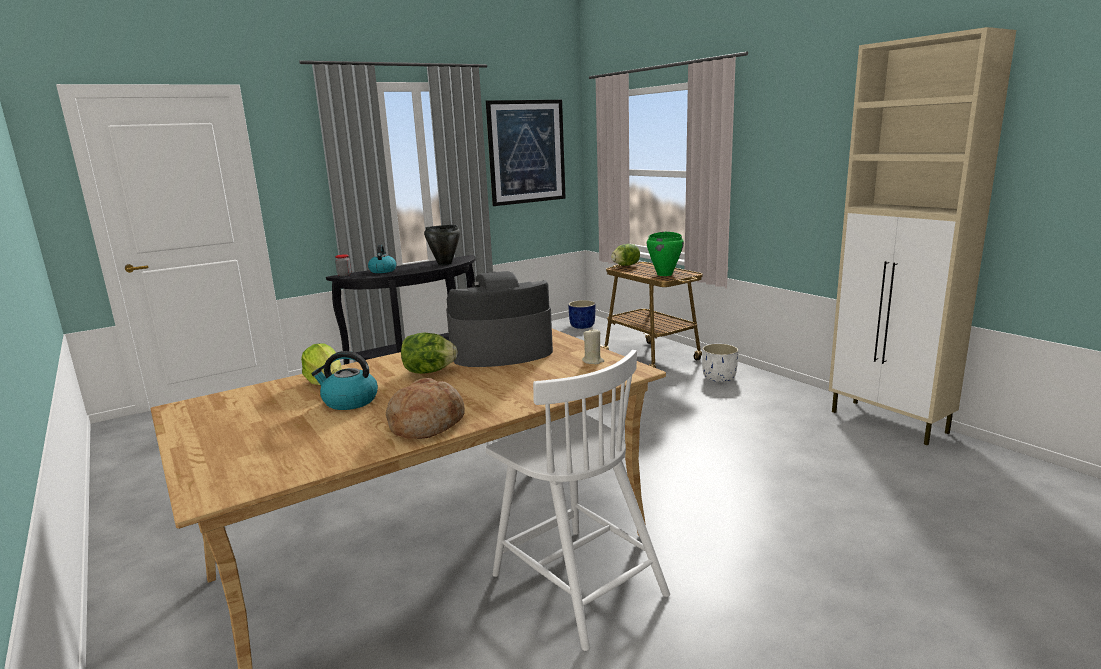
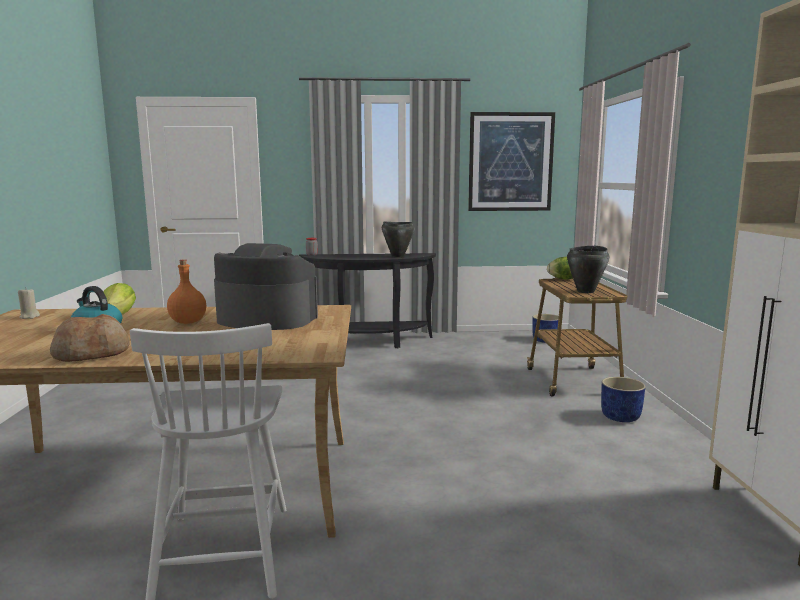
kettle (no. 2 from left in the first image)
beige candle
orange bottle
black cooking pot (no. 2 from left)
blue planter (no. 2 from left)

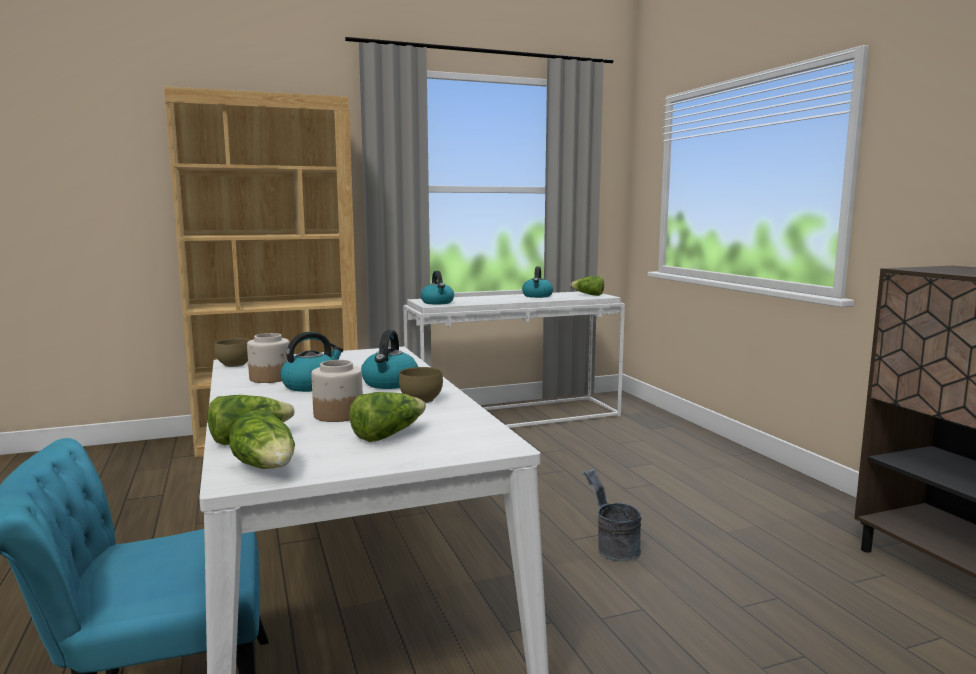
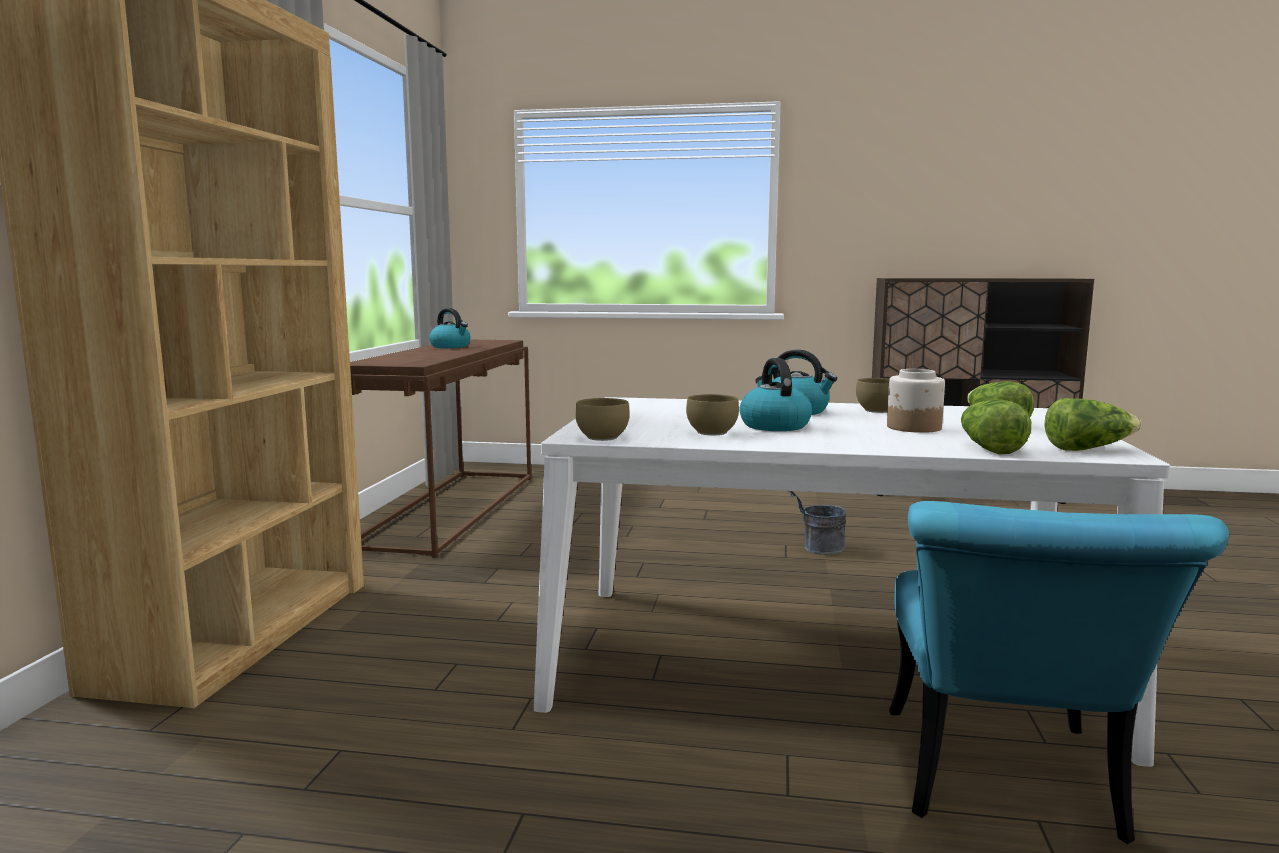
kettle (no. 3 from left in the first image)
lettuce (no. 4 from left in the first image)
brown bowl (no. 2 from left)
brown console table

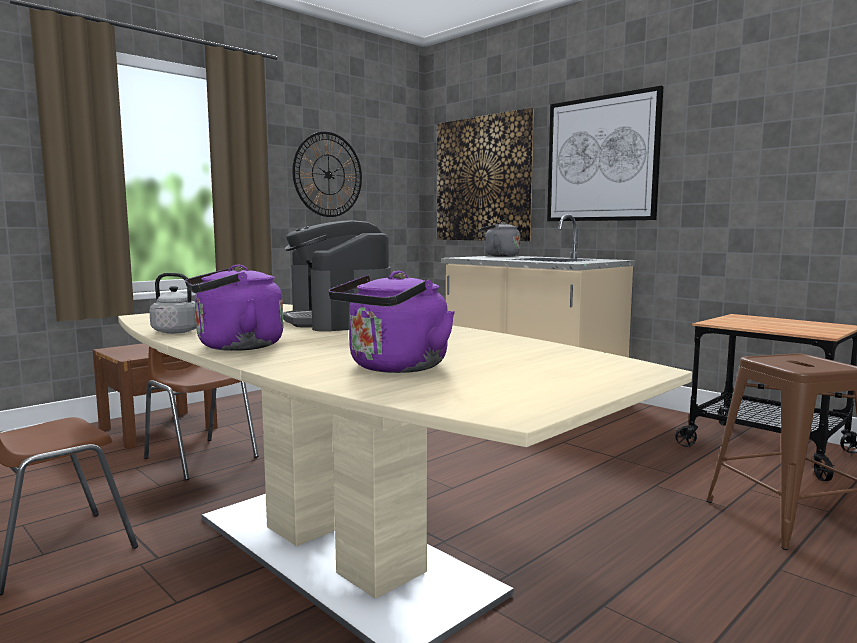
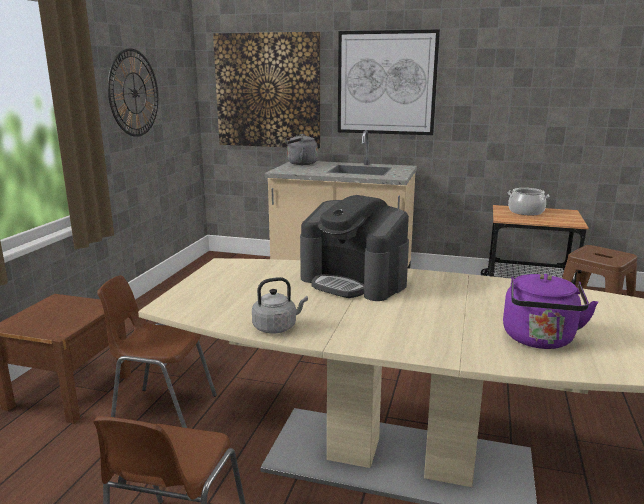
purple kettle (no. 1 from left in the first image)
cooking pot

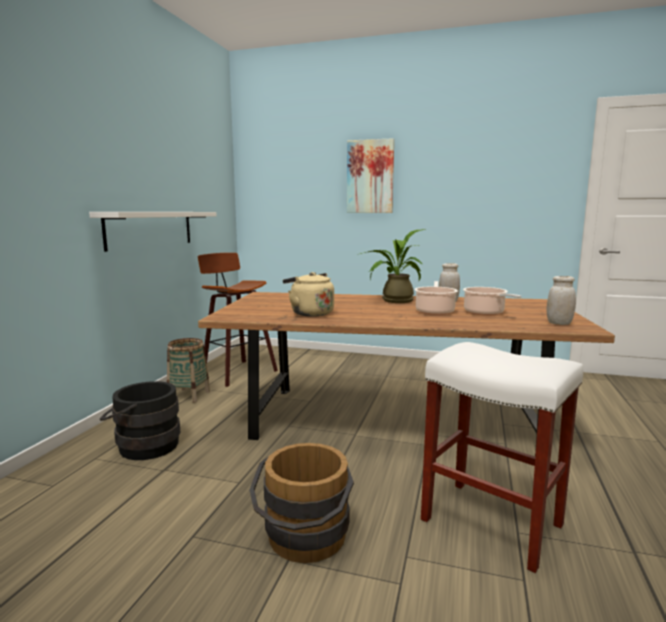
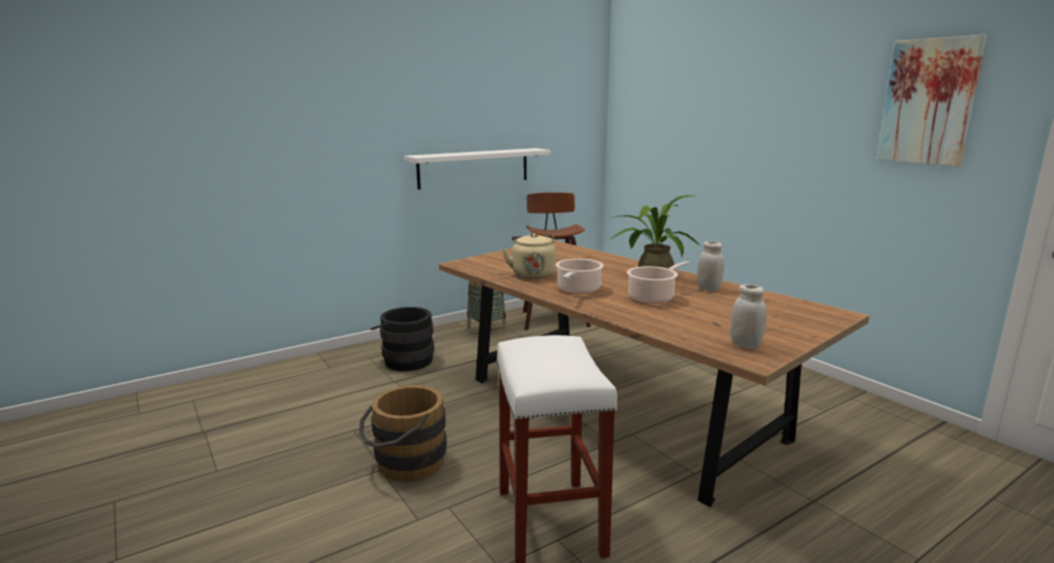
picture
cooking pot (no. 1 from left)

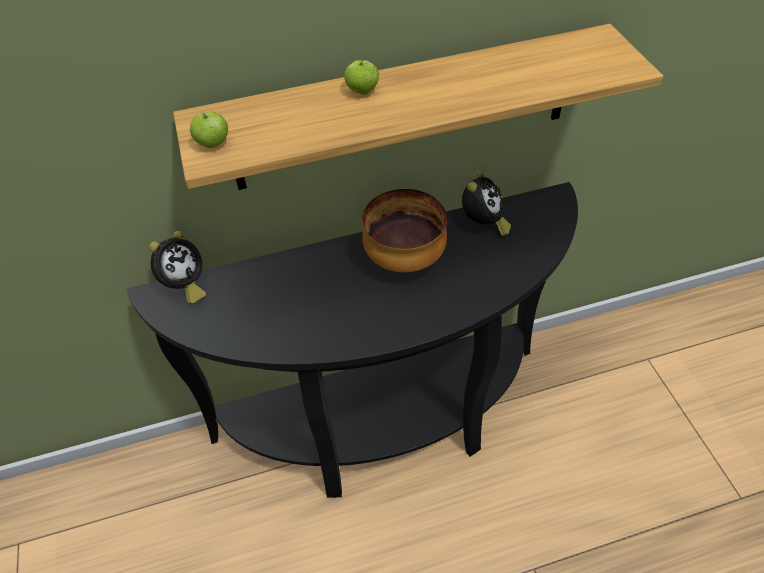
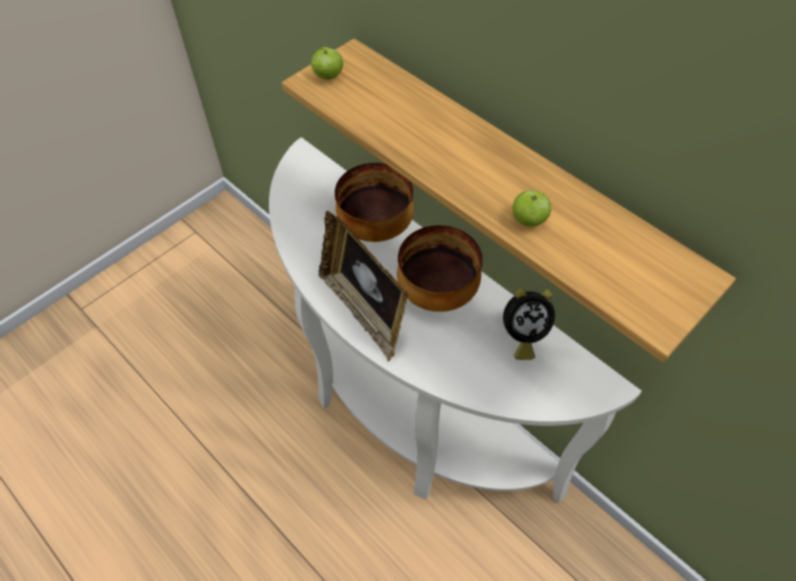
alarm clock (no. 1 from left in the first image)
picture frame
bowl (no. 1 from left)
apple (no. 2 from left)
white console table

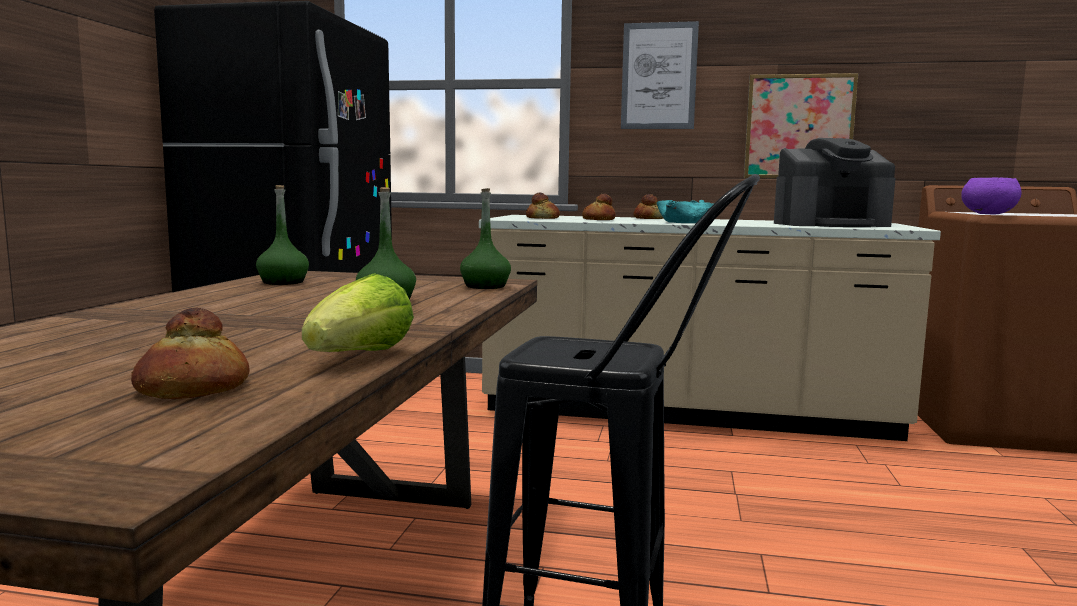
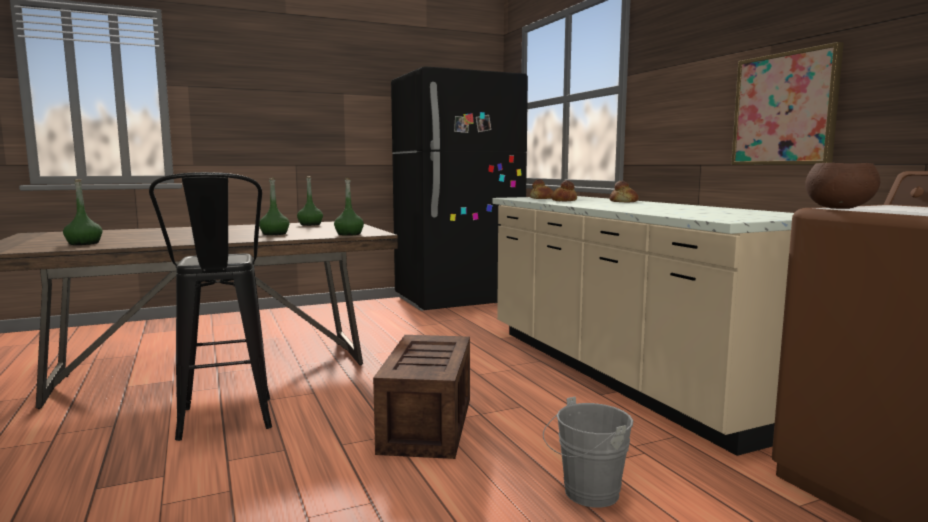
lettuce
picture (no. 1 from left in the first image)
turquoise bowl
coffee machine
crate
grey bucket
green bottle (no. 1 from left)
brown bowl

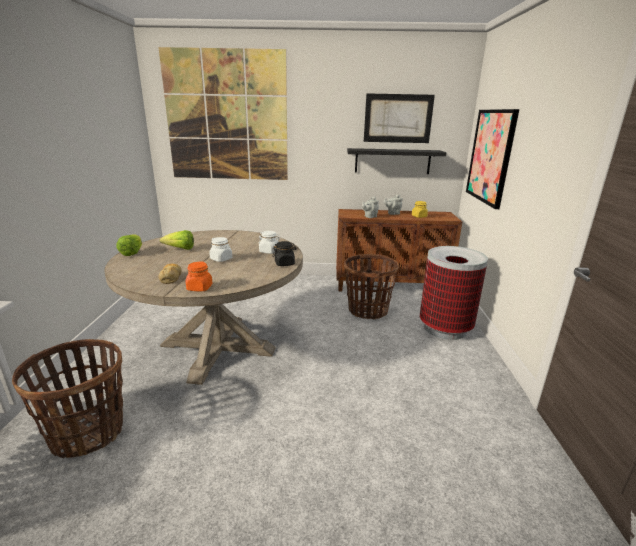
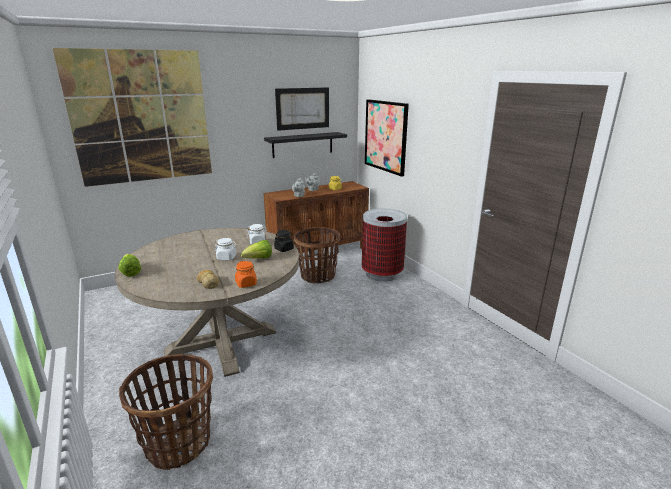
lettuce (no. 2 from left)

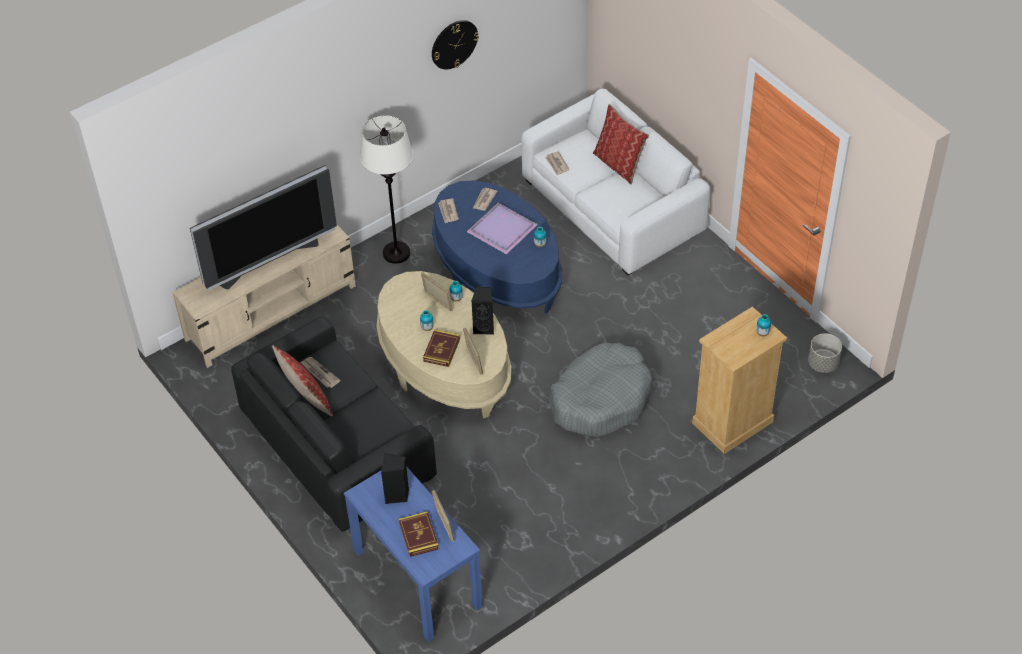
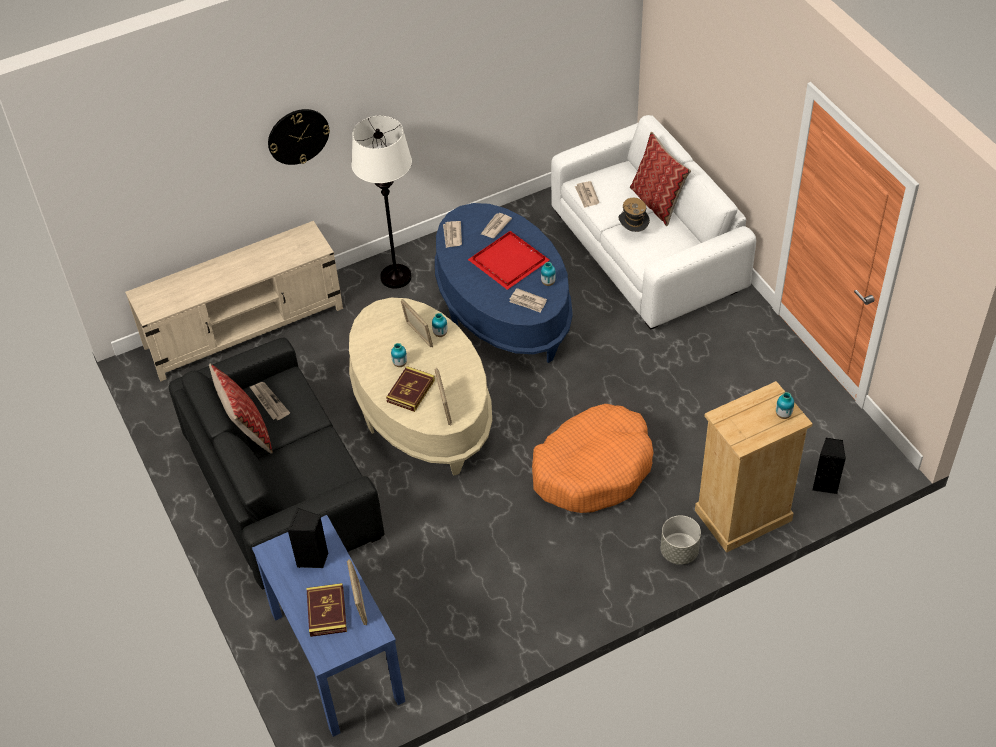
television
newspaper (no. 4 from left)
hat
wall clock
black speaker (no. 2 from left)
grey planter
red tray
orange dog bed

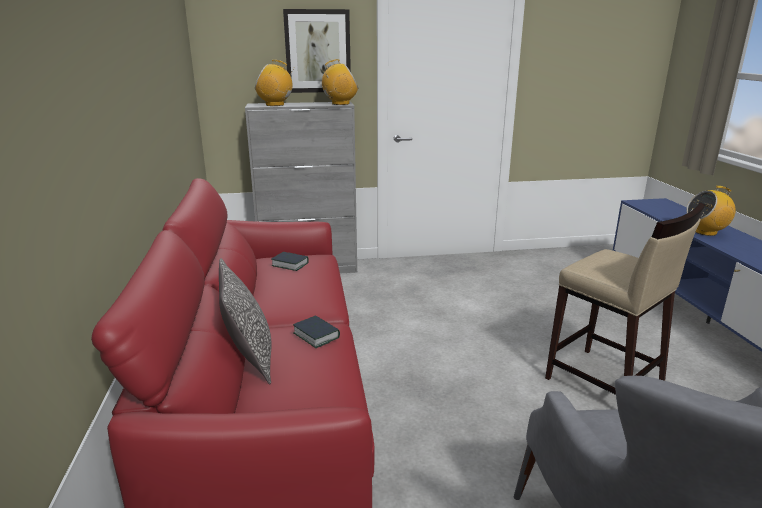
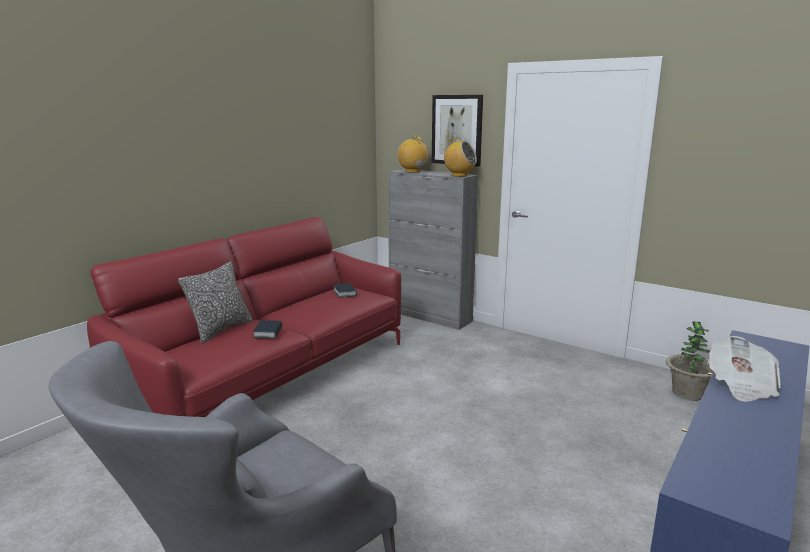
beige stool
potted plant
newspaper

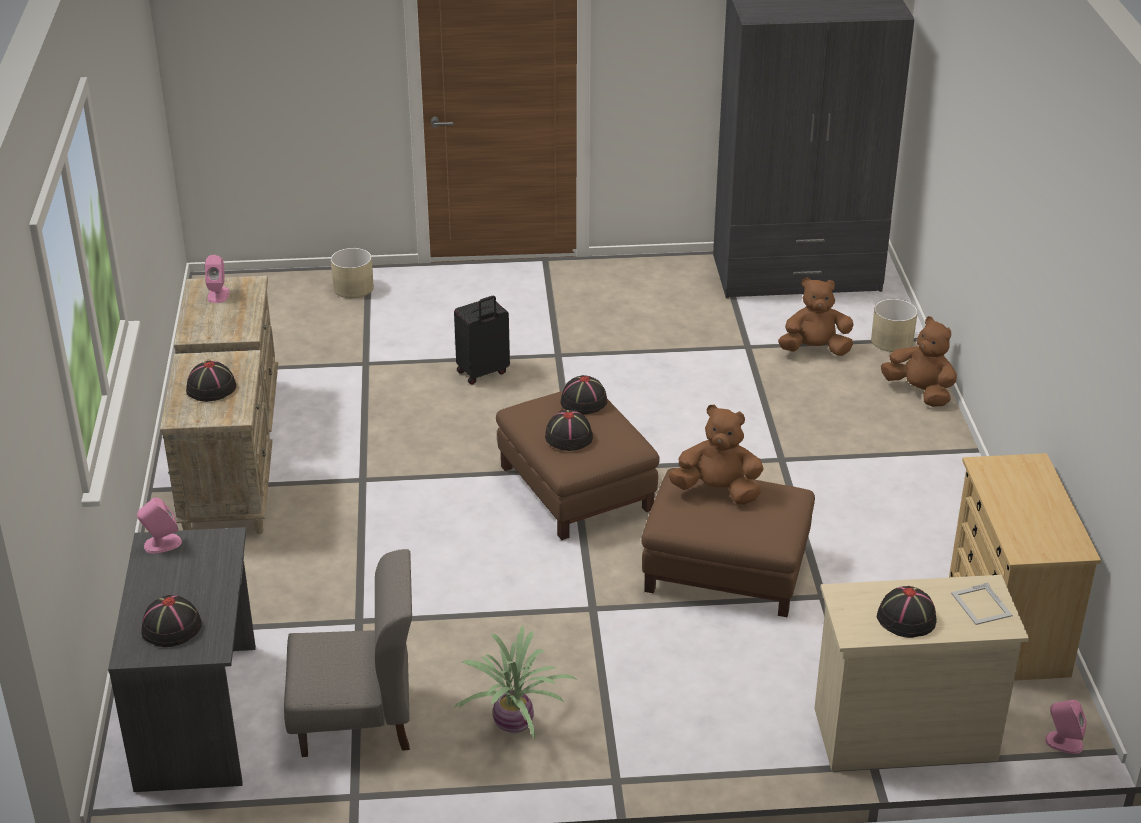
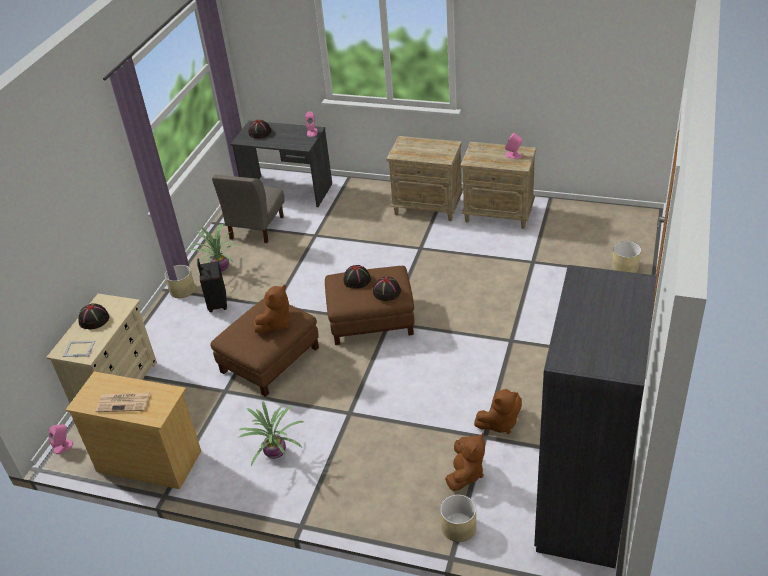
black hat (no. 2 from left in the first image)
newspaper
beige planter (no. 1 from left)
potted plant (no. 2 from left)
black suitcase
brown plush toy (no. 3 from left)

